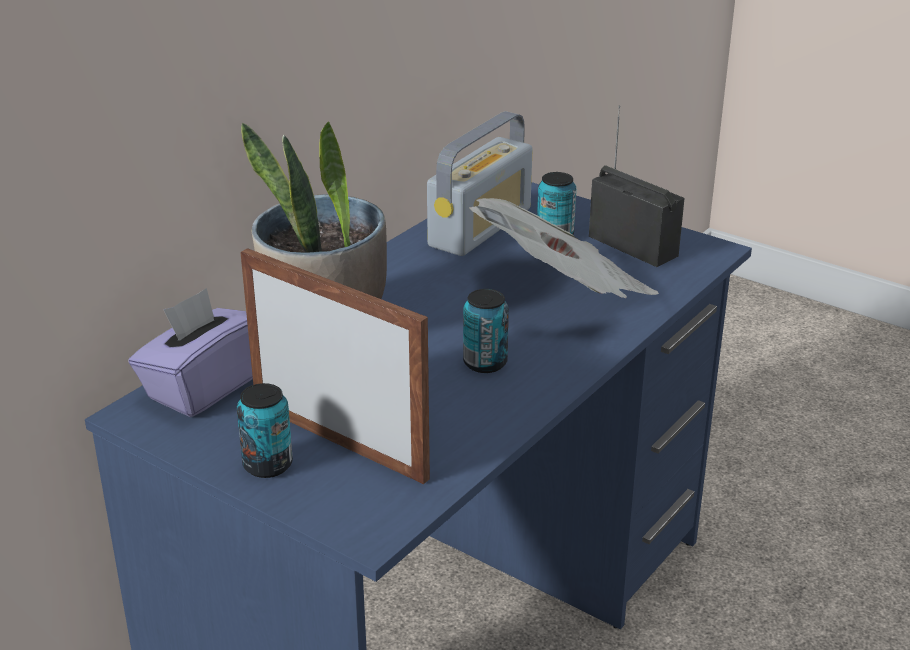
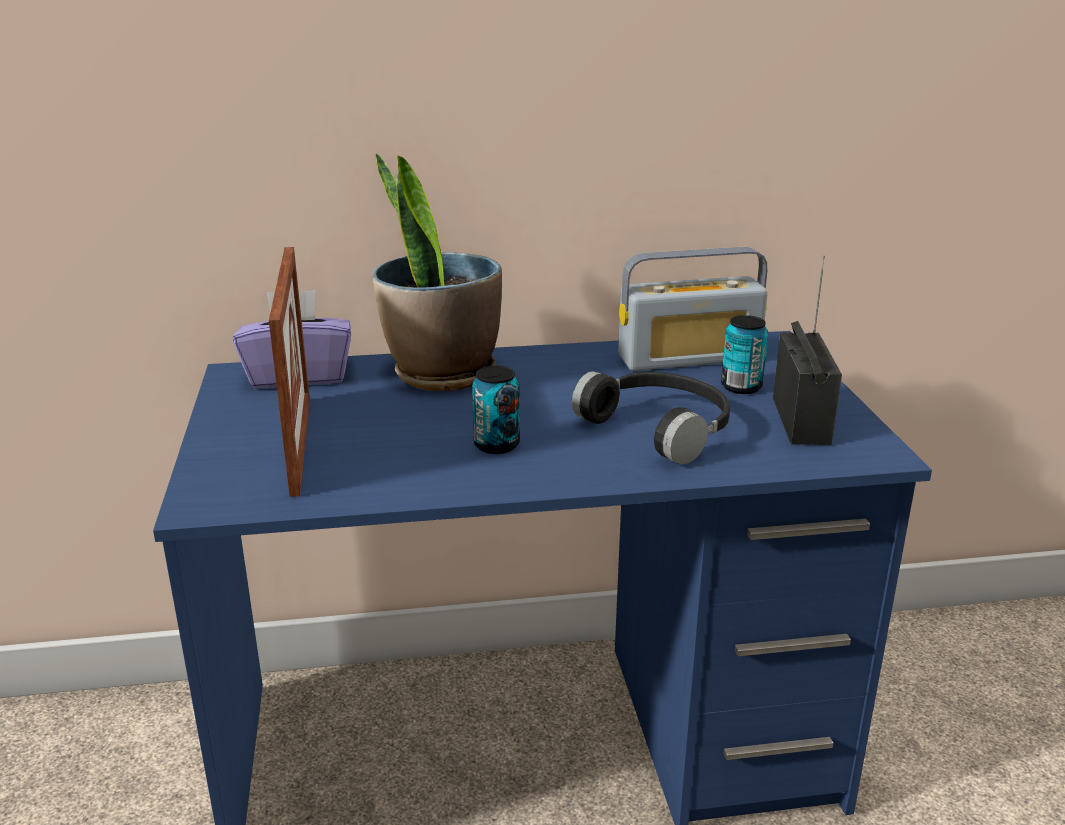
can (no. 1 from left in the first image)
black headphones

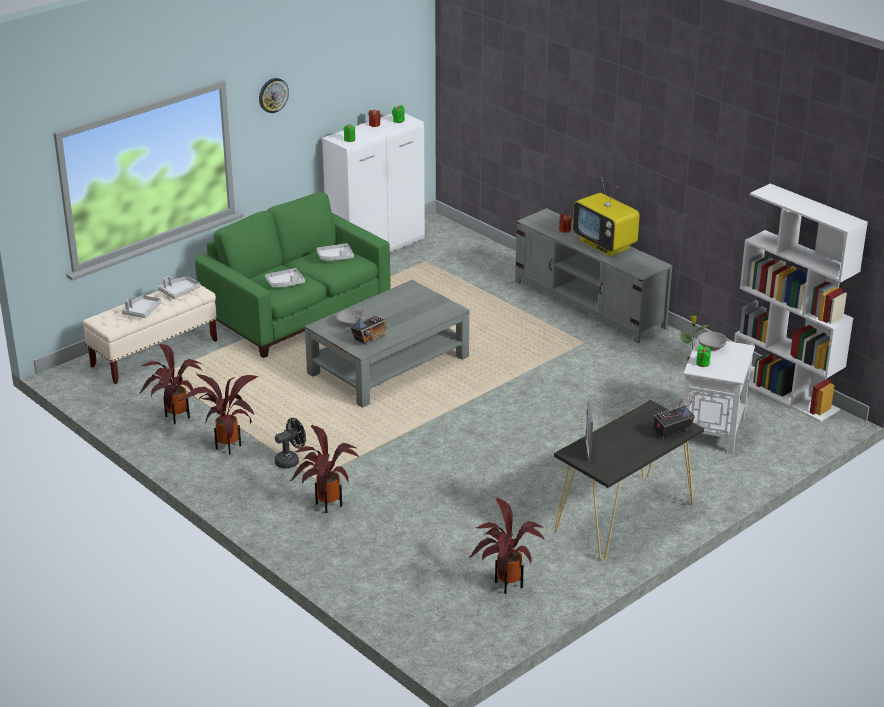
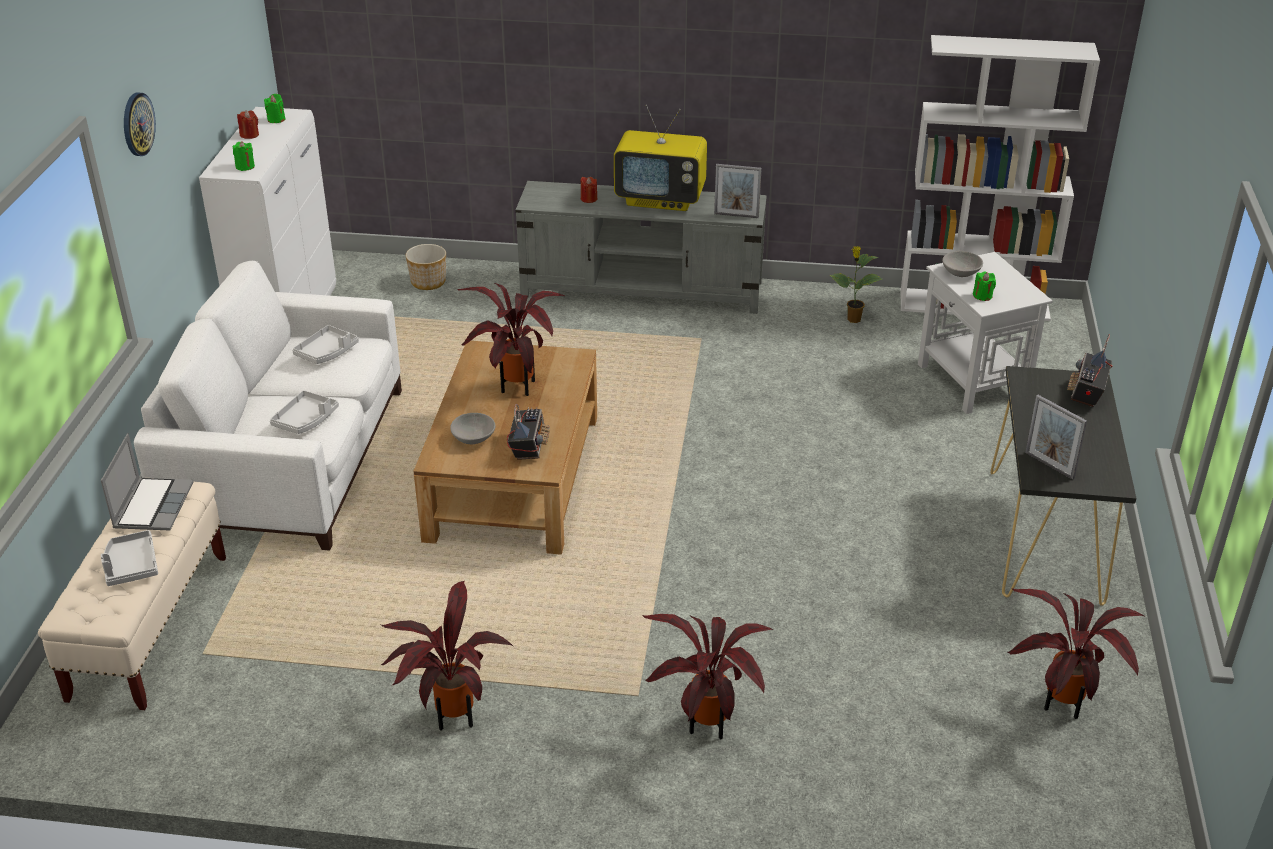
black fan
planter
picture frame (no. 1 from left)
potted plant (no. 2 from left)
laptop
white sofa
brown coffee table

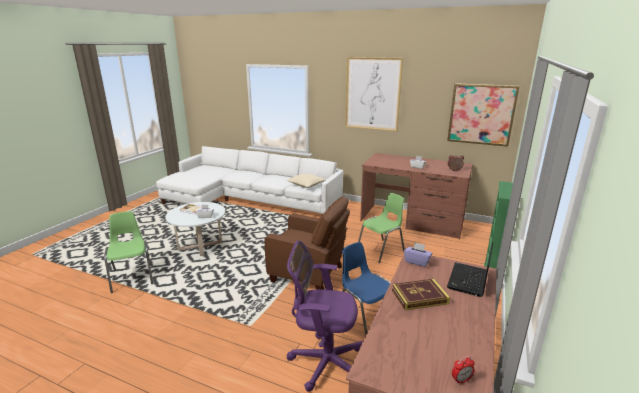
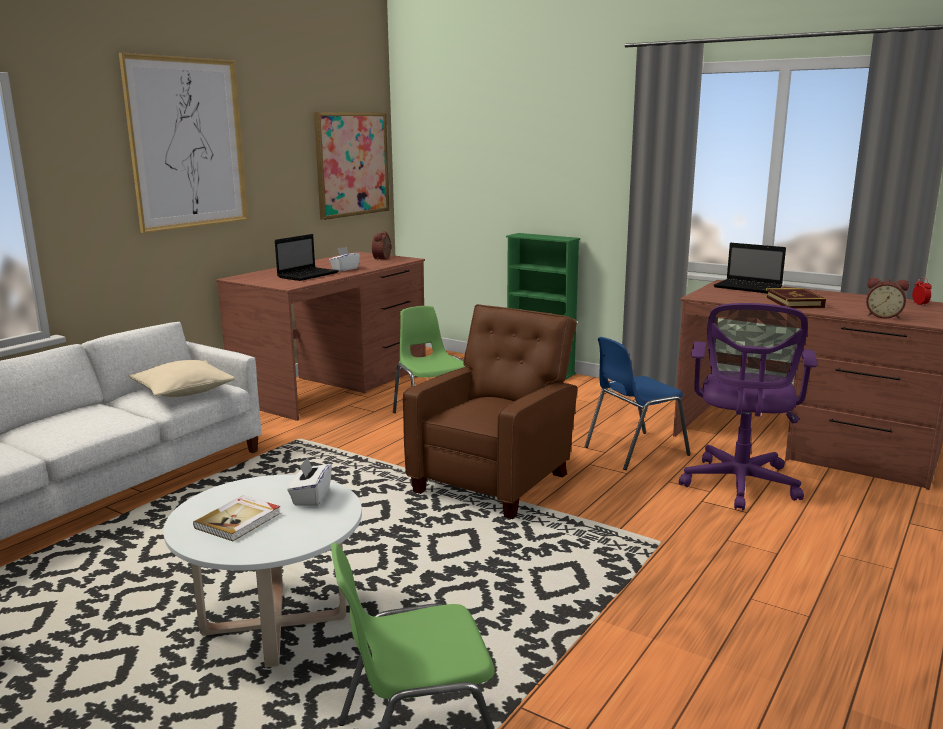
purple tissue box
laptop (no. 1 from left)
alarm clock (no. 2 from left)

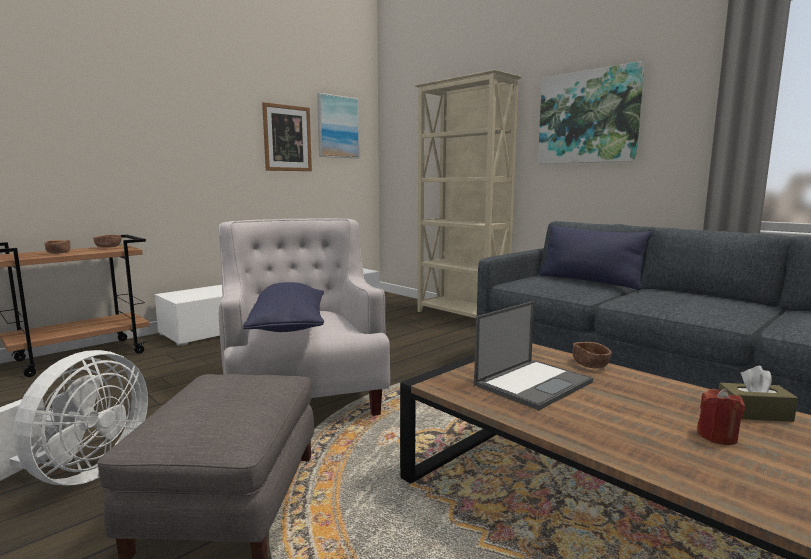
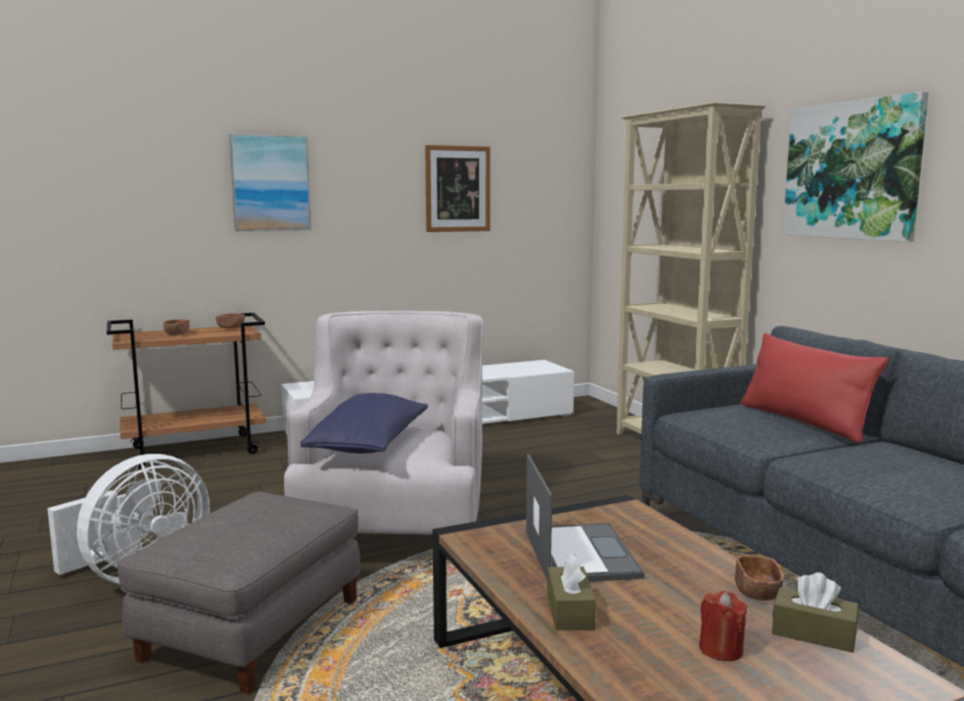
brown tissue box (no. 1 from left)
picture (no. 1 from left)
brown bowl (no. 3 from left)
red pillow
laptop

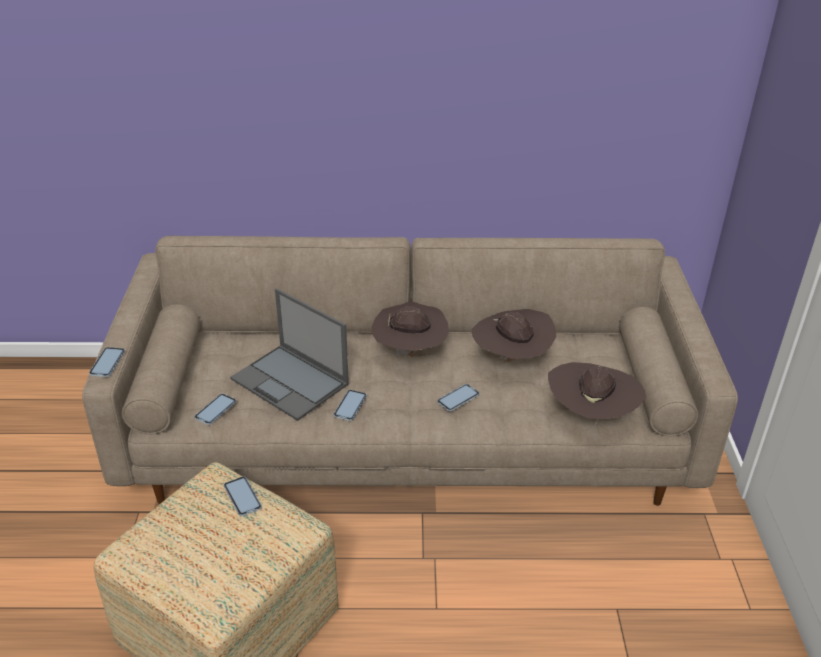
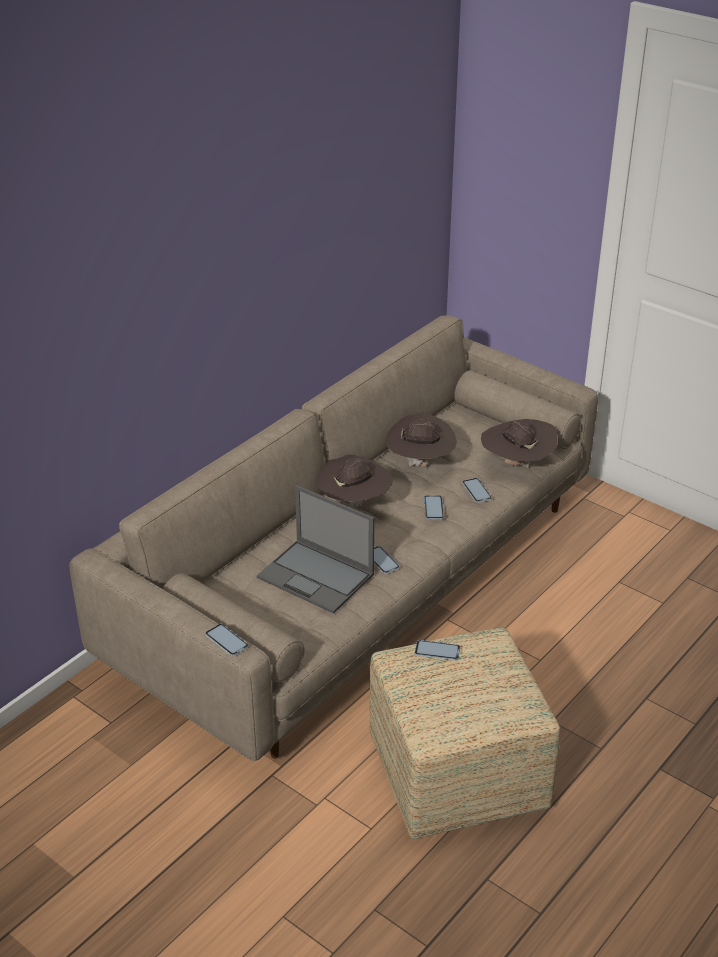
phone (no. 5 from left)
laptop

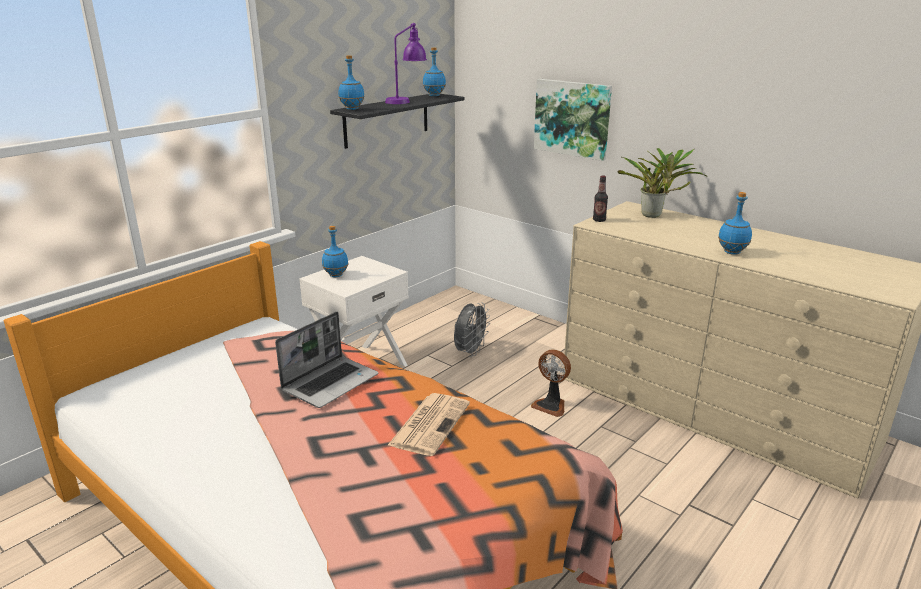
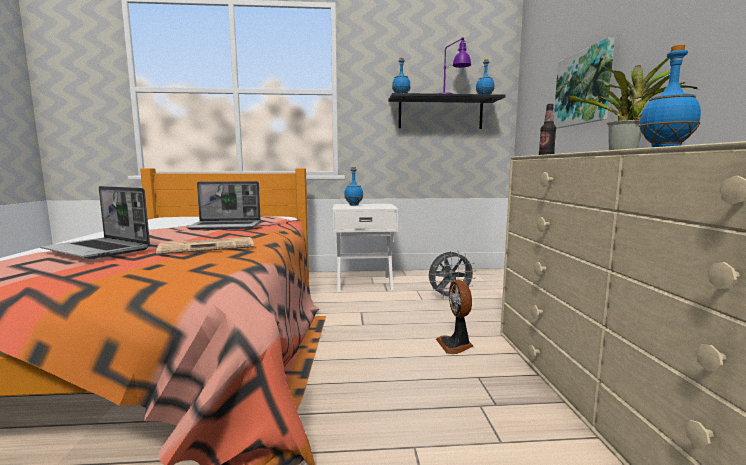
laptop (no. 1 from left)

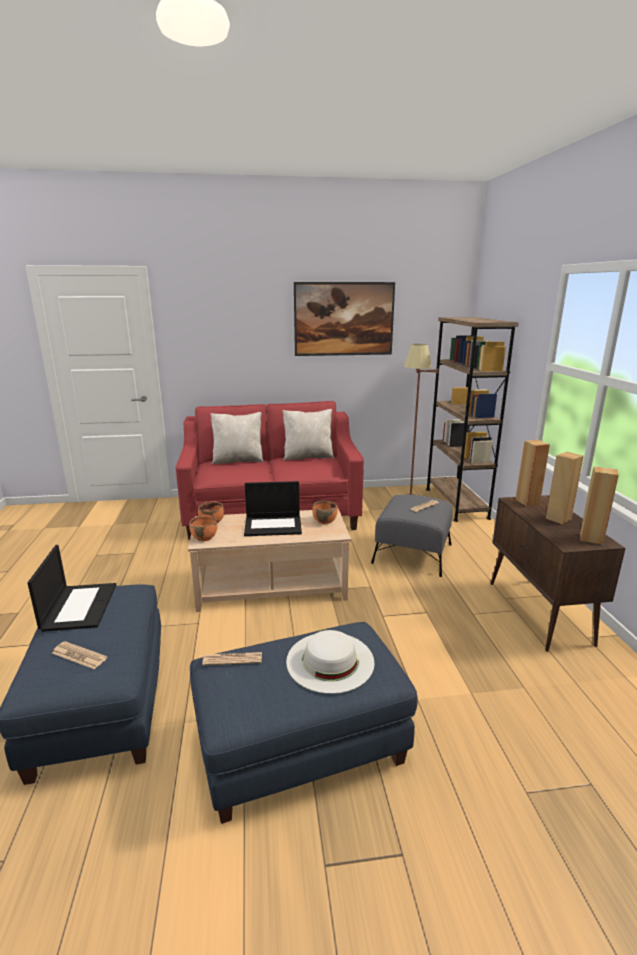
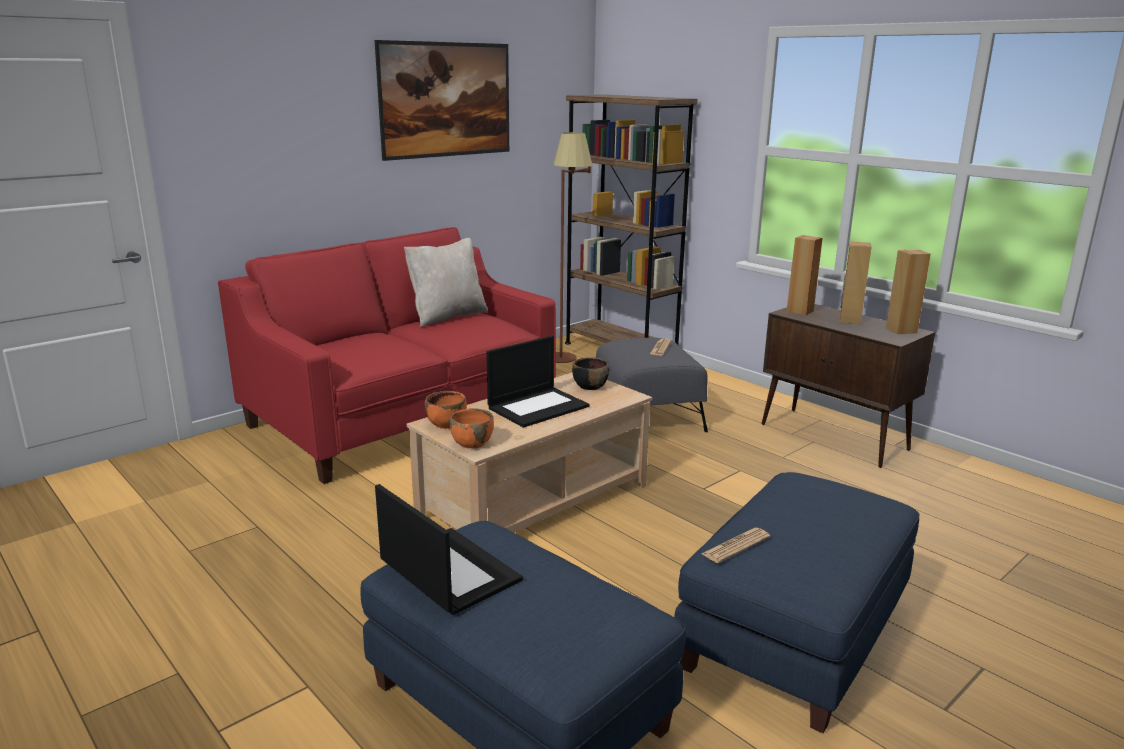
newspaper (no. 1 from left in the first image)
beige pillow (no. 1 from left in the first image)
white hat
black bowl

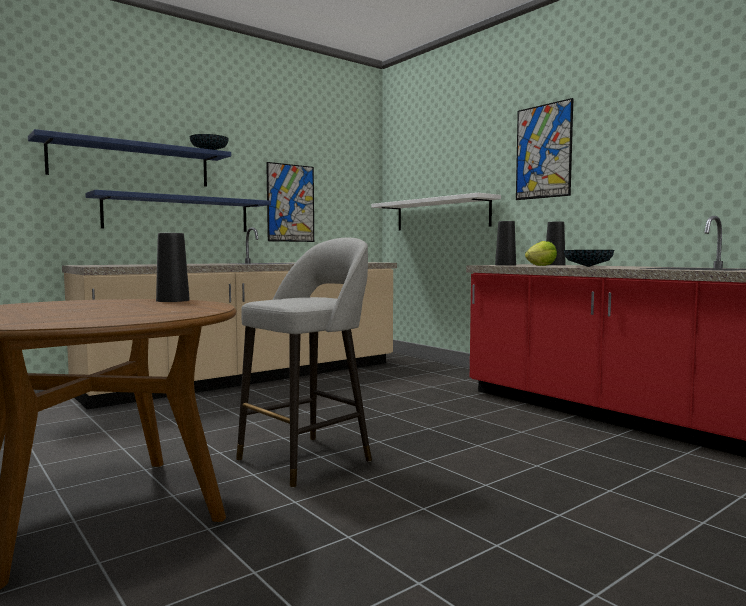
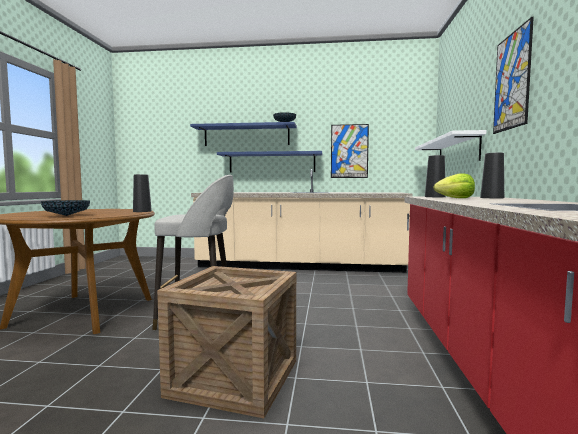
crate
bowl (no. 1 from left)

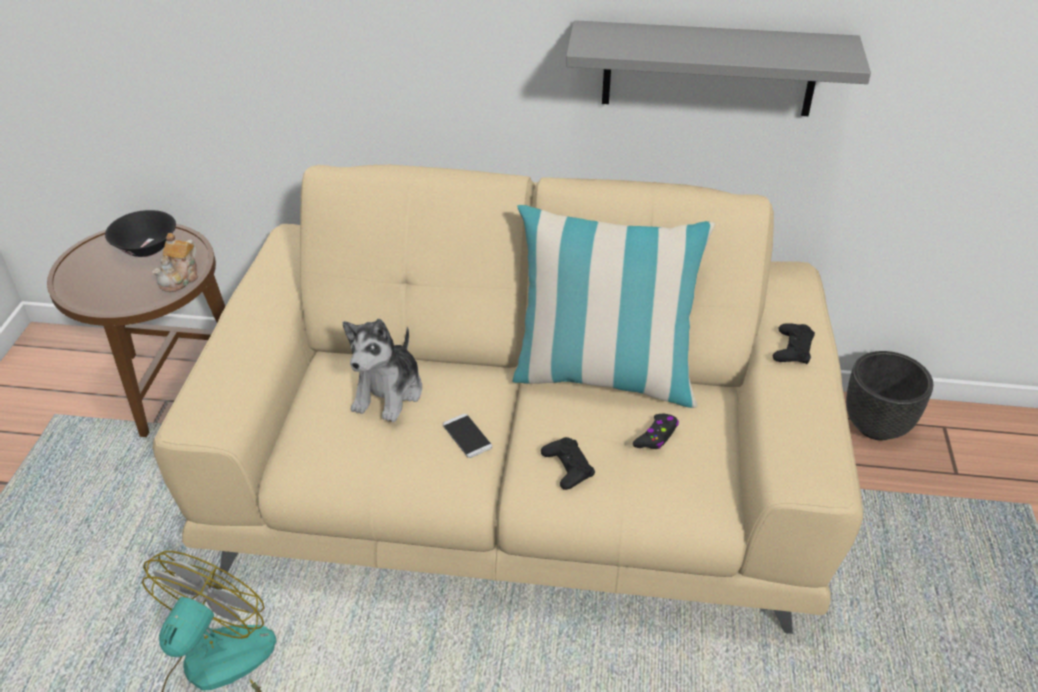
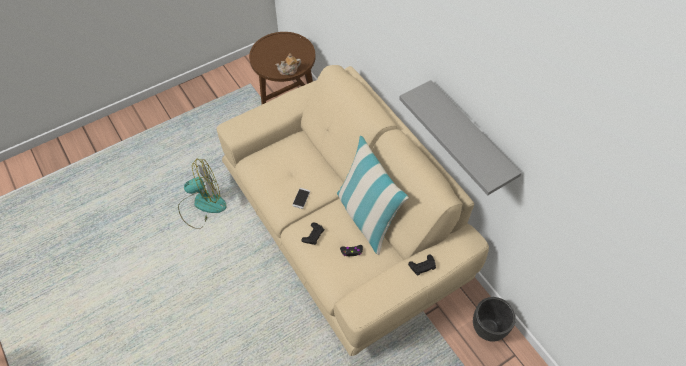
black bowl
plush toy

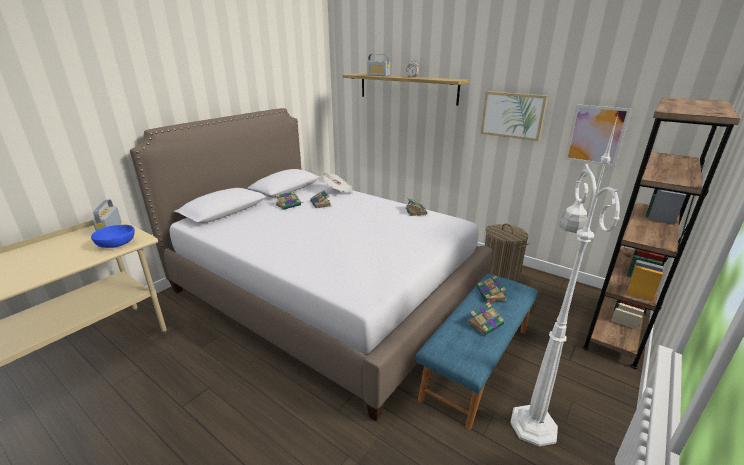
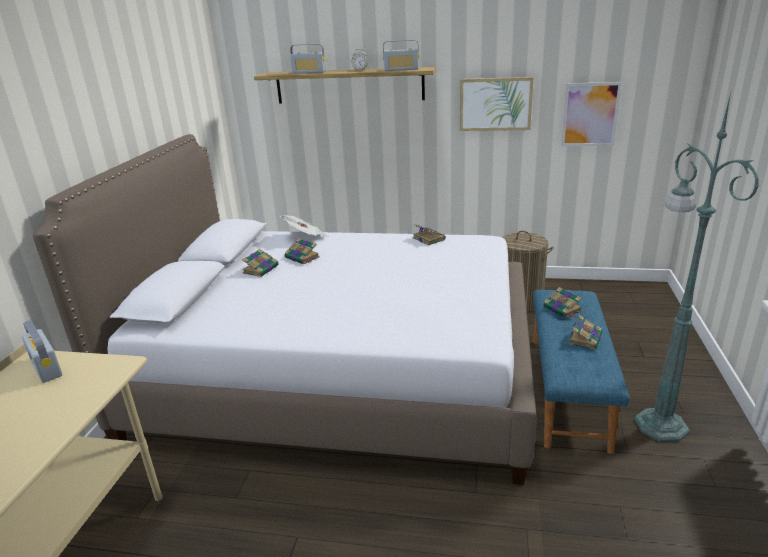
blue bowl
brown bookcase
radio (no. 3 from left)
green floor lamp

